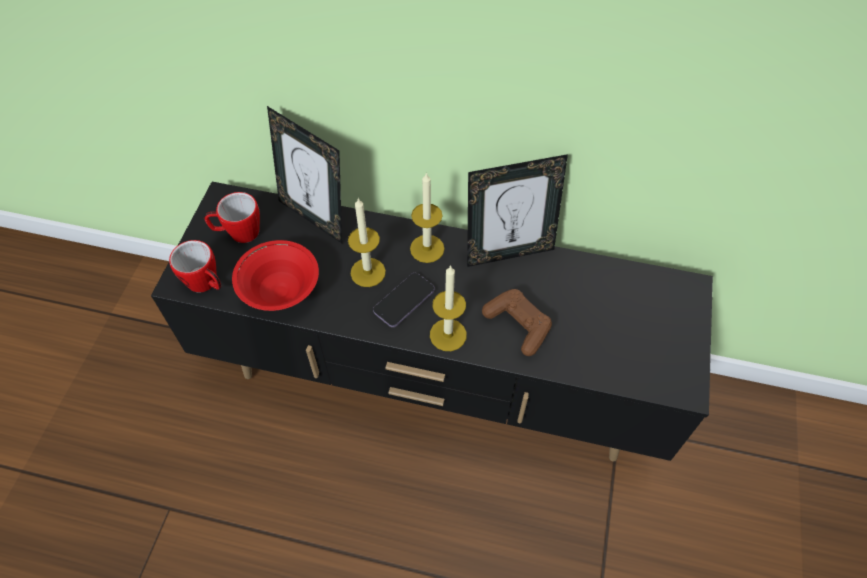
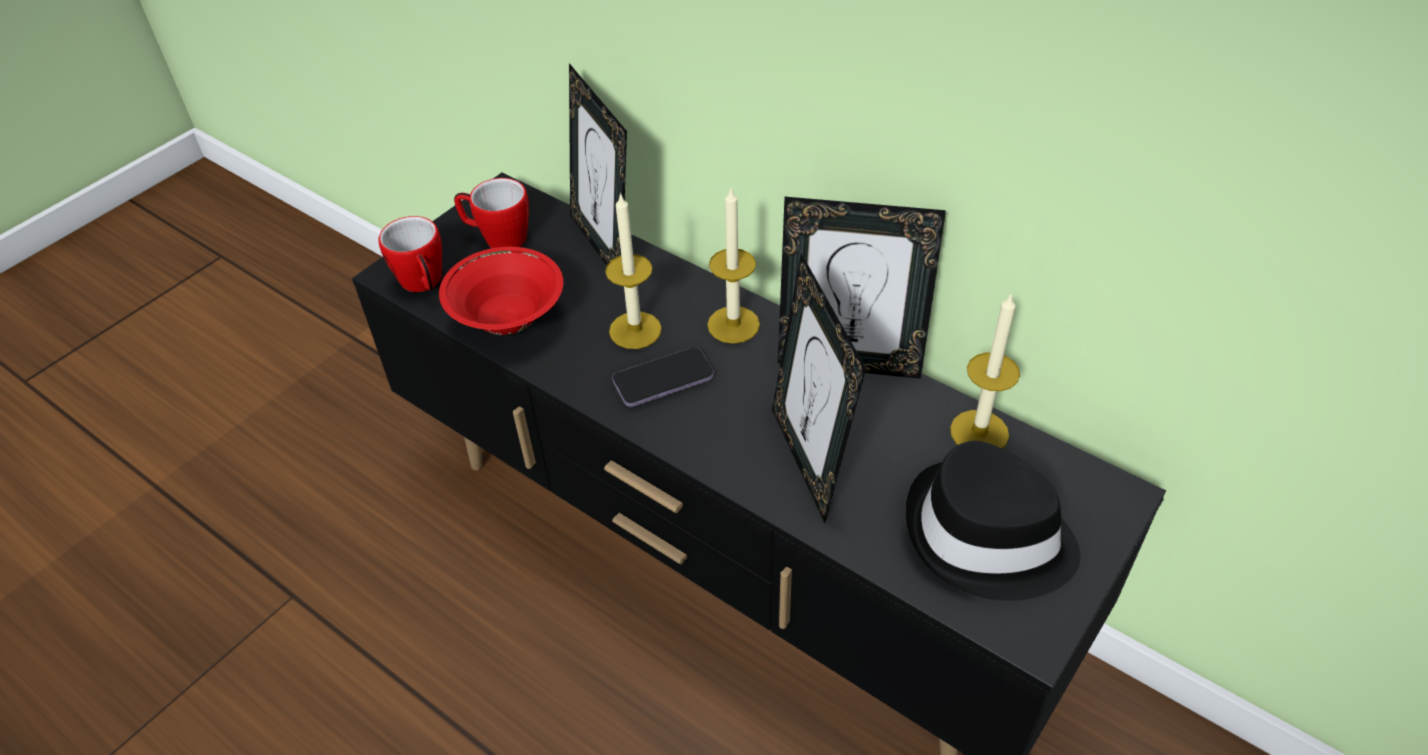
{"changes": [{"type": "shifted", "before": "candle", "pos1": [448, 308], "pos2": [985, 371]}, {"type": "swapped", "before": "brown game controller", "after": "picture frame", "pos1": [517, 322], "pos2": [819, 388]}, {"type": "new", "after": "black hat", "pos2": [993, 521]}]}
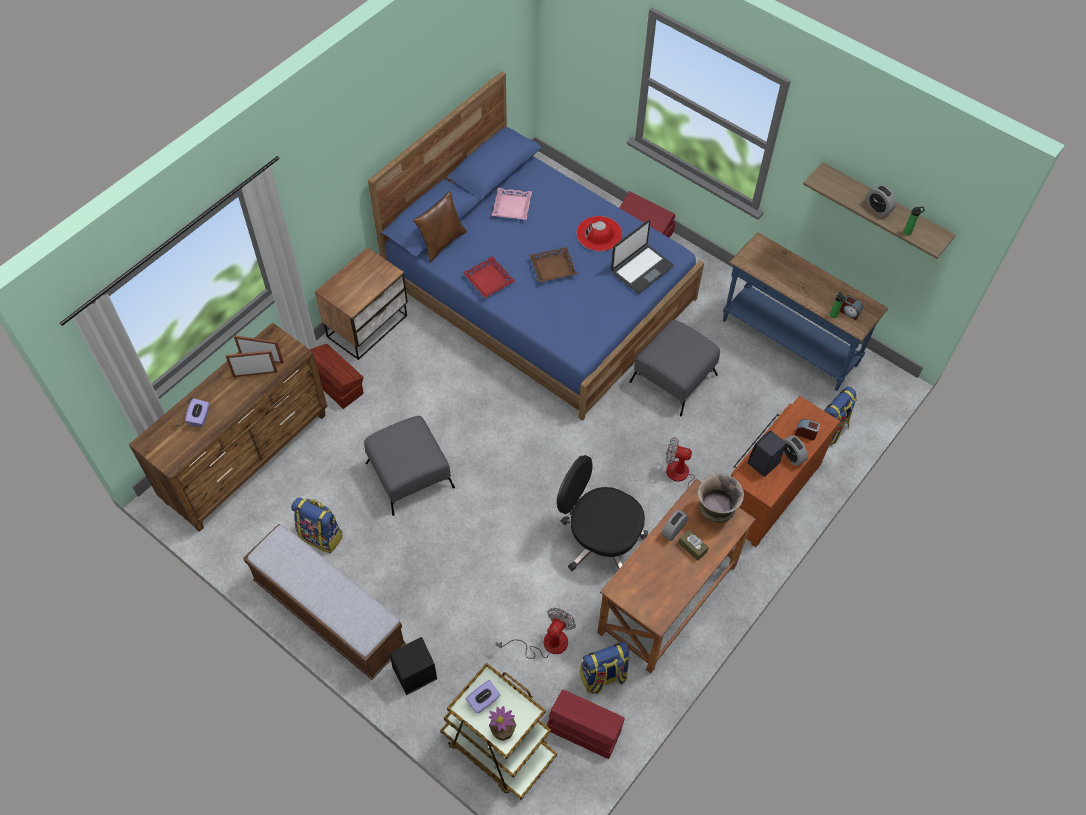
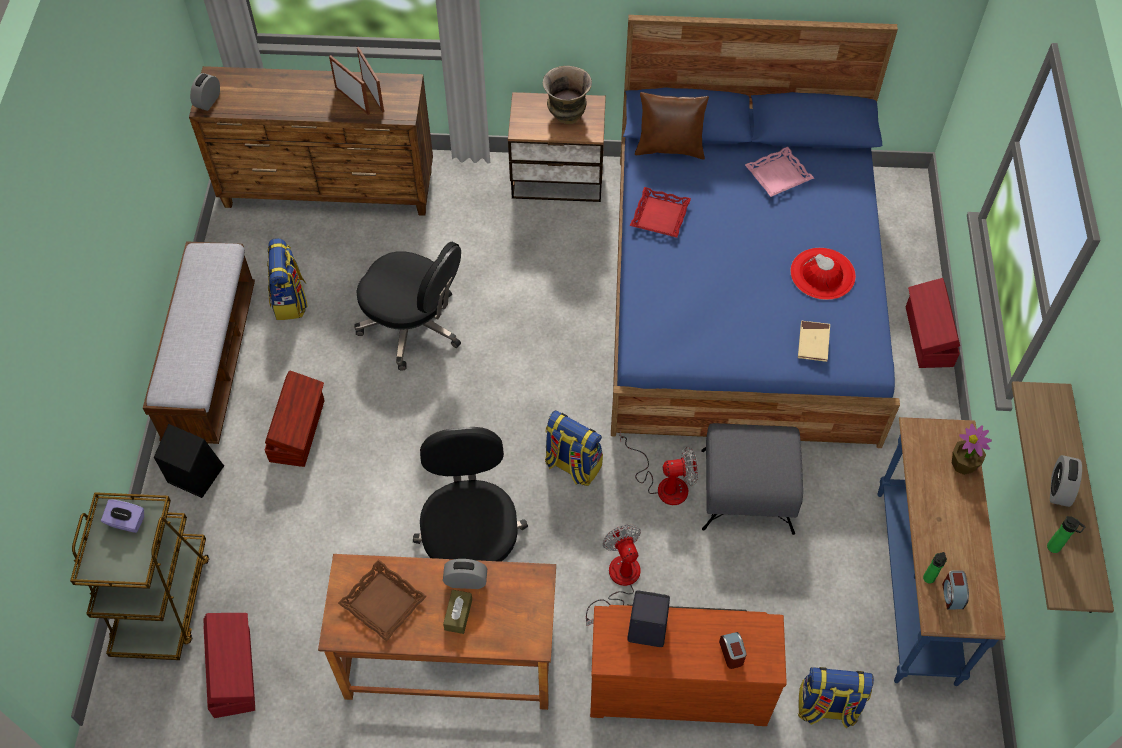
{"changes": [{"type": "swapped", "before": "laptop", "after": "beige book", "pos1": [642, 256], "pos2": [814, 341]}, {"type": "shifted", "before": "brown tray", "pos1": [553, 264], "pos2": [382, 600]}, {"type": "shifted", "before": "brown storage box", "pos1": [337, 376], "pos2": [295, 418]}, {"type": "gone", "before": "purple tissue box", "pos1": [197, 412]}, {"type": "swapped", "before": "grey ottoman", "after": "black office chair", "pos1": [409, 466], "pos2": [407, 306]}, {"type": "shifted", "before": "alarm clock", "pos1": [795, 450], "pos2": [205, 92]}, {"type": "shifted", "before": "vase", "pos1": [721, 498], "pos2": [567, 95]}, {"type": "shifted", "before": "fan", "pos1": [536, 633], "pos2": [659, 468]}, {"type": "shifted", "before": "backpack", "pos1": [605, 668], "pos2": [574, 448]}, {"type": "shifted", "before": "potted plant", "pos1": [502, 723], "pos2": [972, 449]}]}
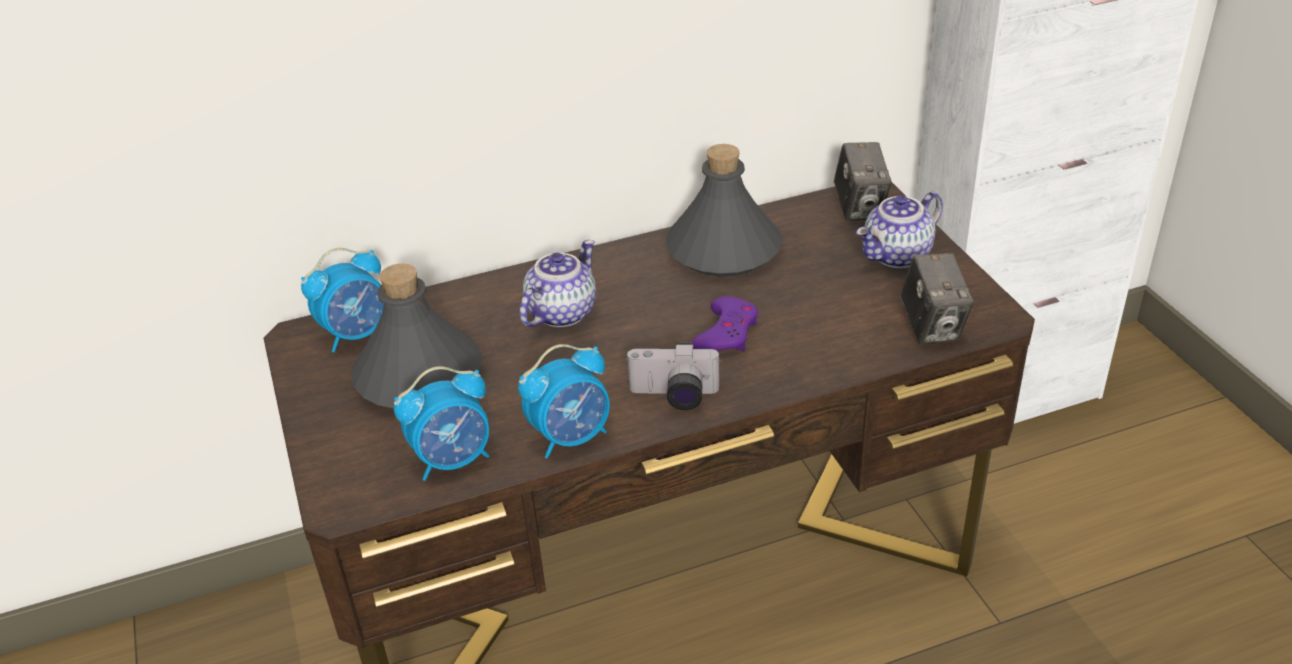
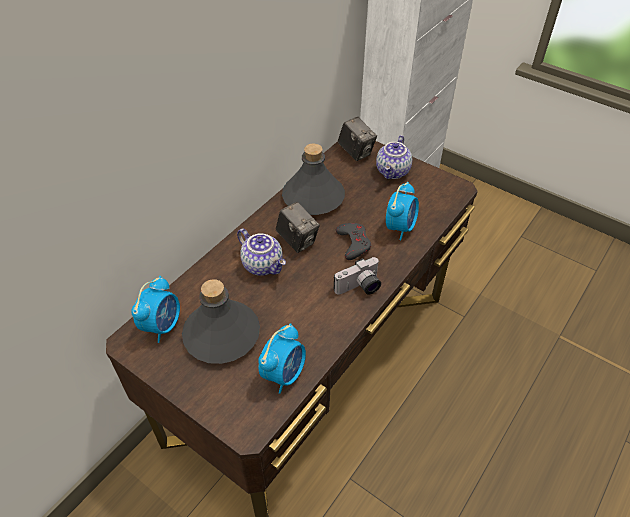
{"changes": [{"type": "rotated", "before": "teapot", "pos1": [557, 283], "pos2": [261, 252], "turn": 135}, {"type": "shifted", "before": "photo camera", "pos1": [937, 298], "pos2": [298, 227]}, {"type": "repainted", "before": "purple game controller", "after": "grey game controller", "pos1": [724, 323], "pos2": [353, 241]}, {"type": "shifted", "before": "alarm clock", "pos1": [564, 401], "pos2": [402, 211]}]}
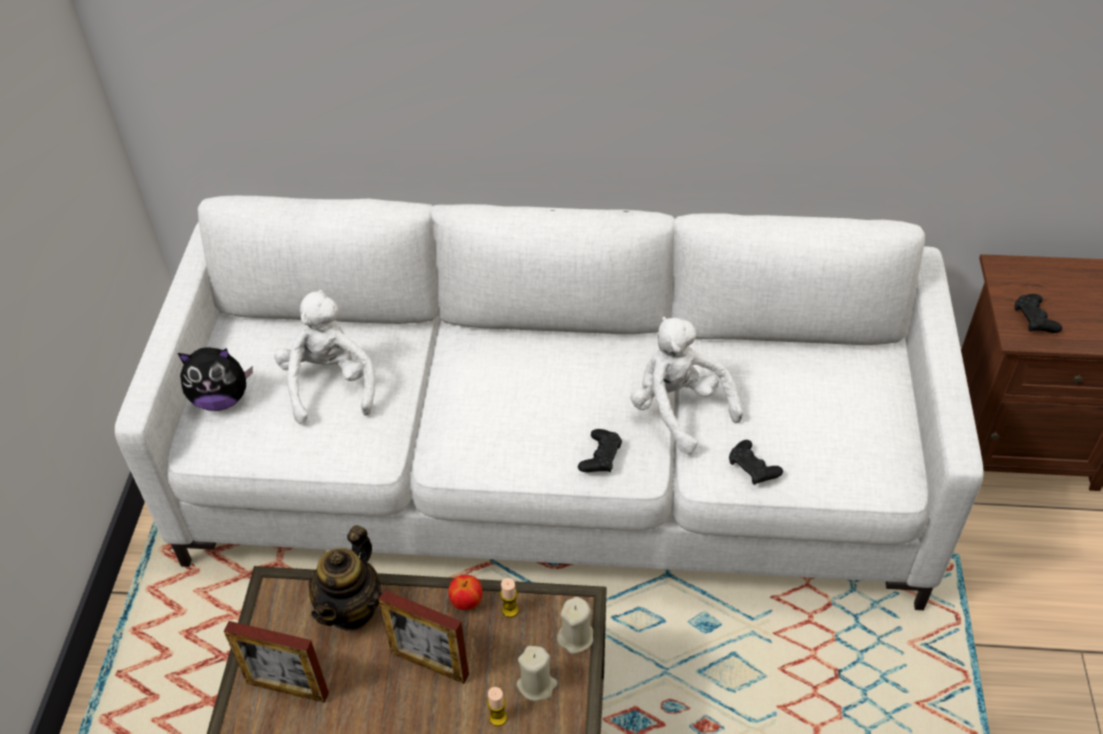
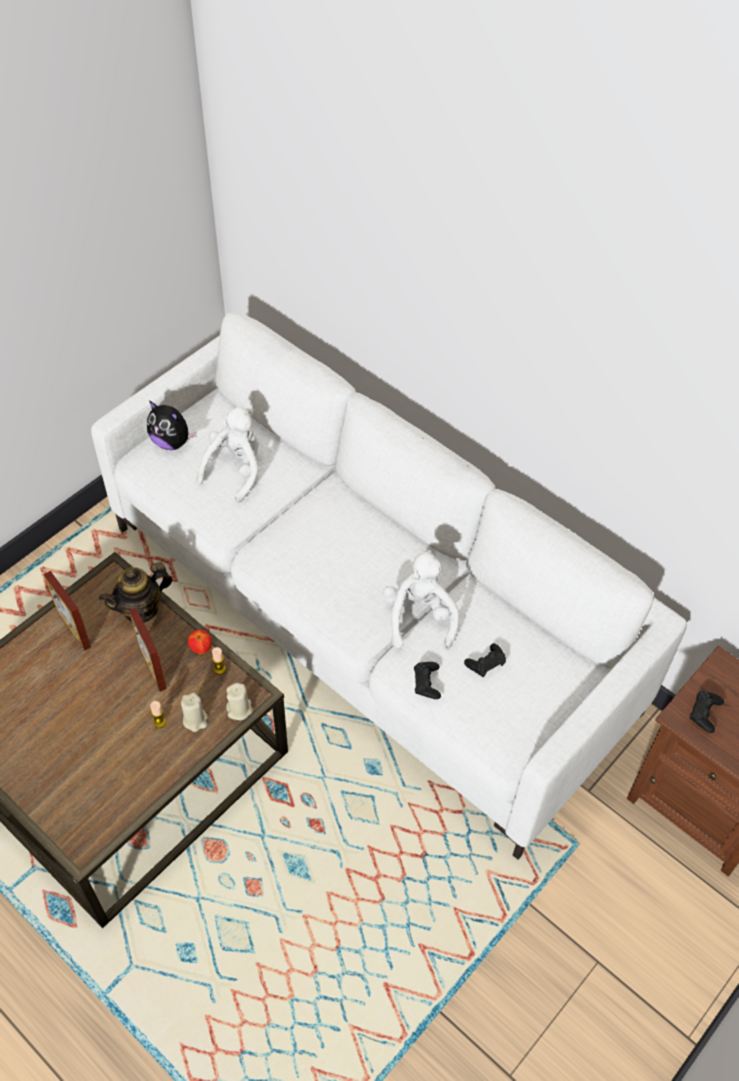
{"changes": [{"type": "shifted", "before": "black game controller", "pos1": [600, 450], "pos2": [485, 660]}]}
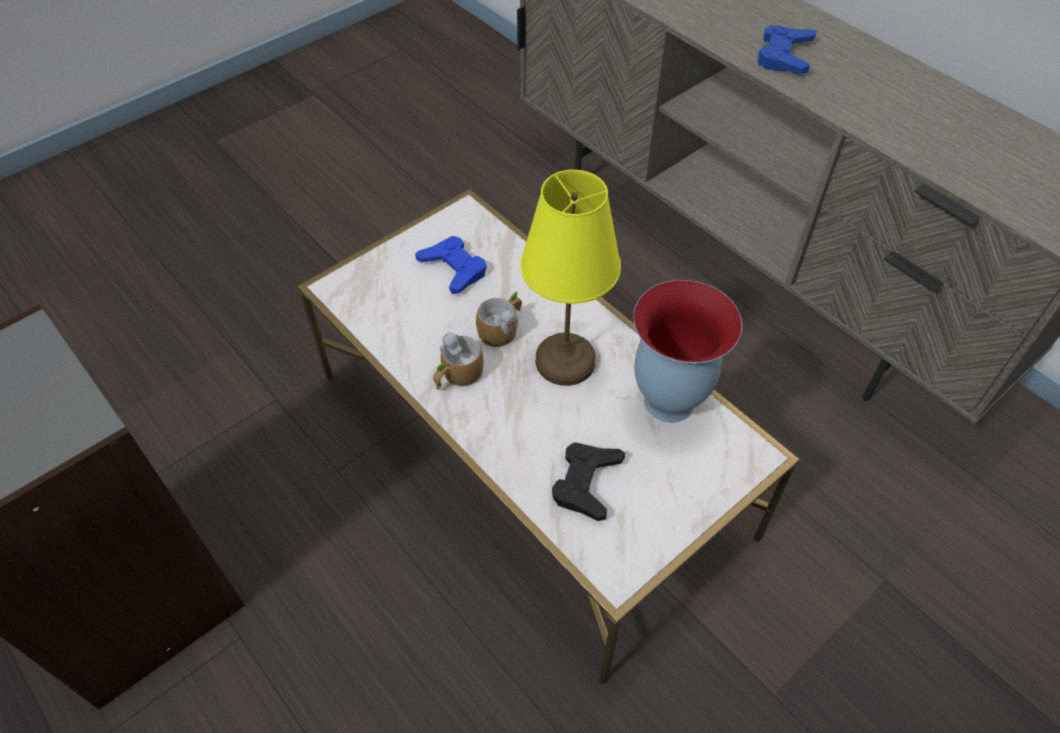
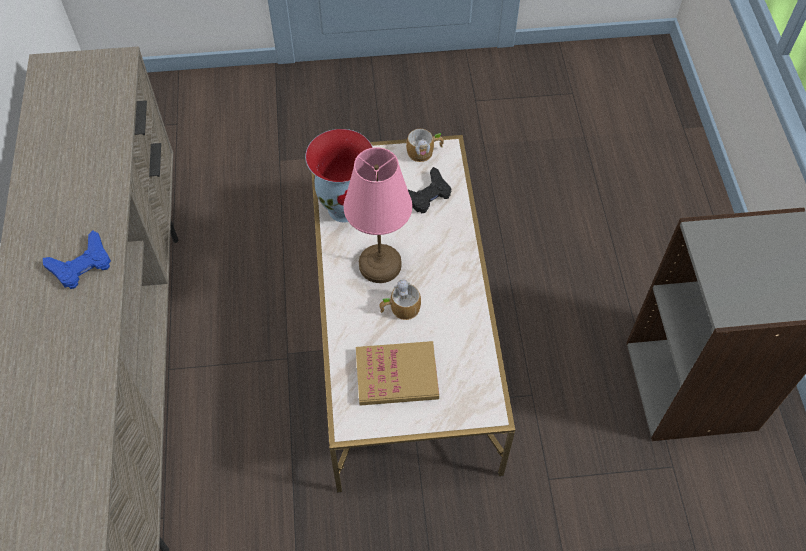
{"changes": [{"type": "repainted", "before": "yellow table lamp", "after": "pink table lamp", "pos1": [570, 278], "pos2": [377, 215]}, {"type": "swapped", "before": "blue game controller", "after": "book", "pos1": [450, 265], "pos2": [397, 373]}, {"type": "shifted", "before": "mug", "pos1": [458, 361], "pos2": [425, 145]}]}
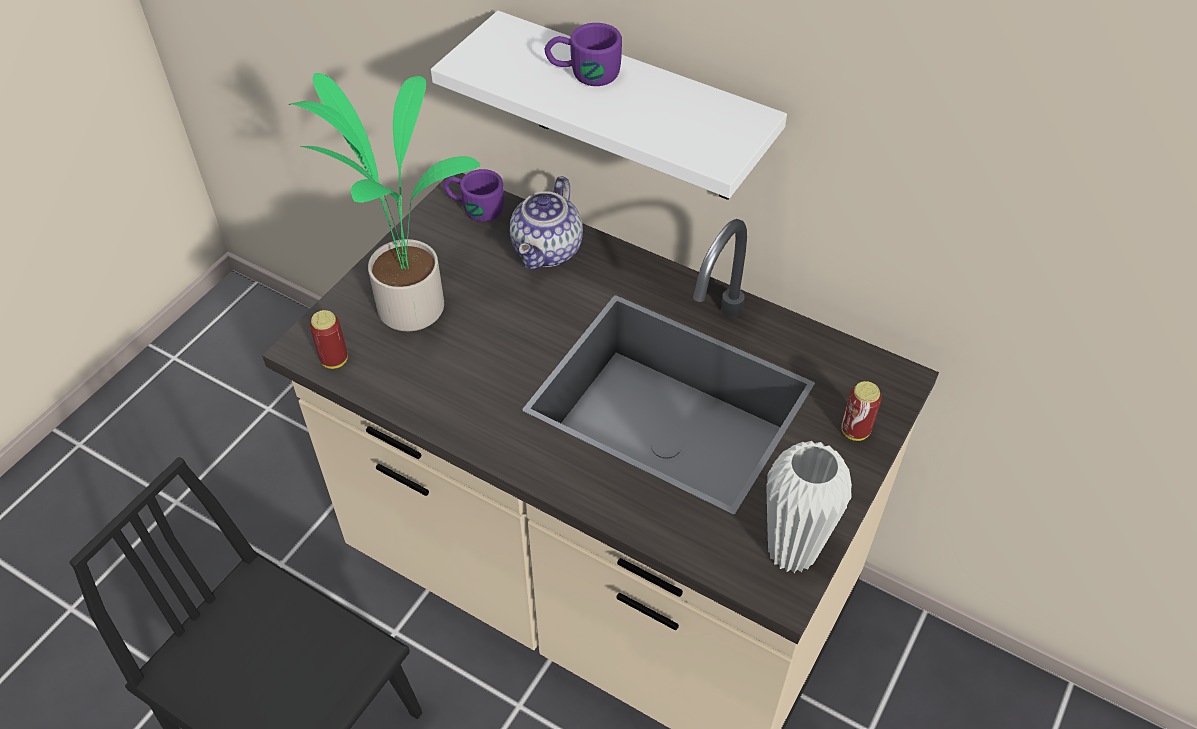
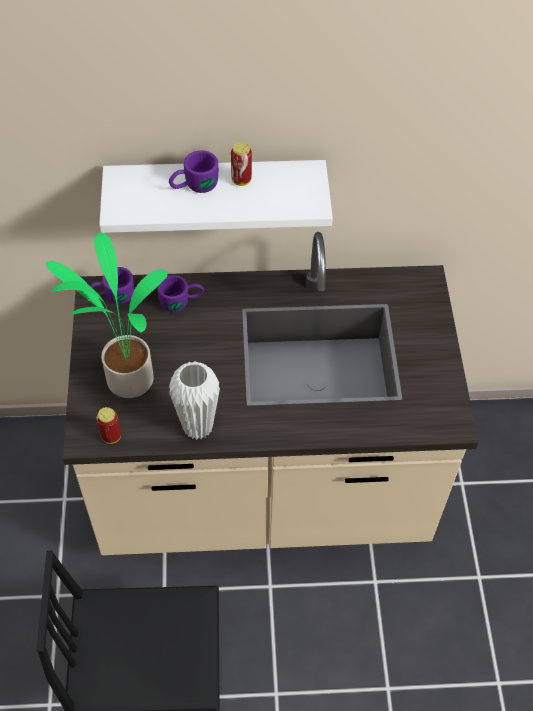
{"changes": [{"type": "swapped", "before": "teapot", "after": "purple mug", "pos1": [546, 222], "pos2": [180, 293]}, {"type": "shifted", "before": "can", "pos1": [861, 411], "pos2": [241, 164]}, {"type": "shifted", "before": "white vase", "pos1": [809, 507], "pos2": [194, 400]}]}
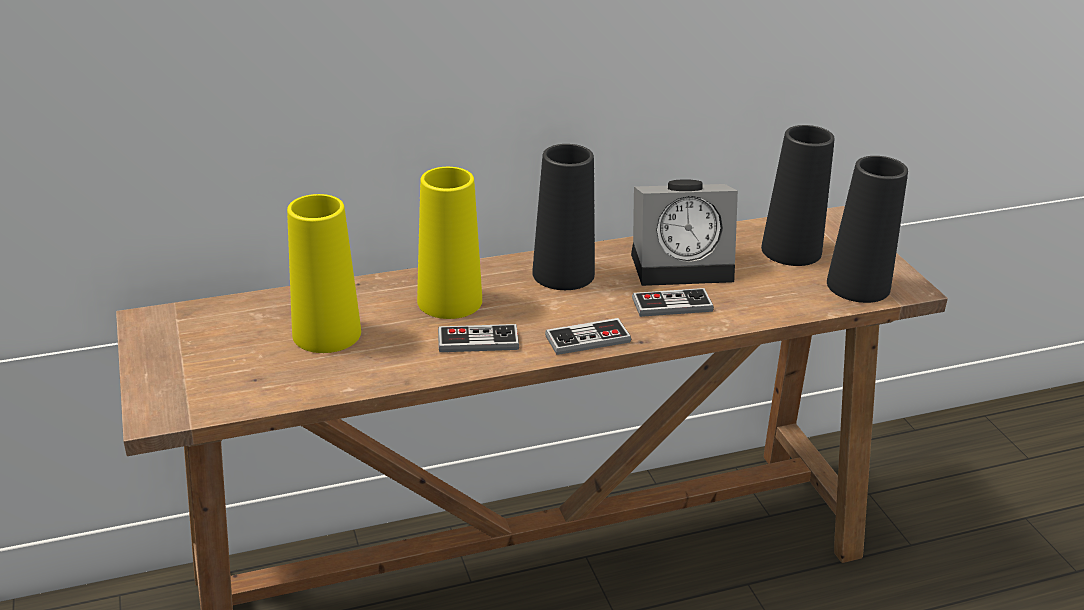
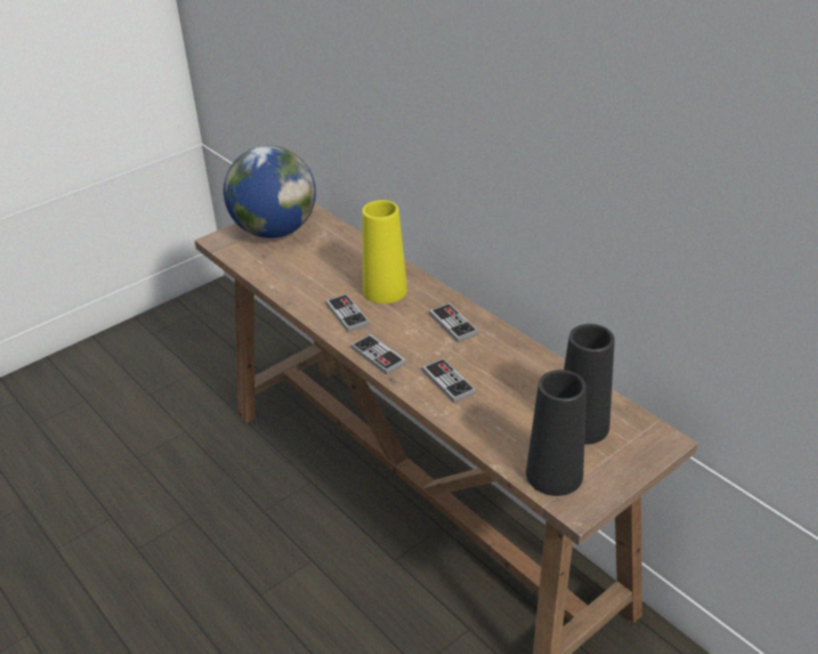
{"changes": [{"type": "swapped", "before": "black vase", "after": "game controller", "pos1": [563, 217], "pos2": [453, 322]}, {"type": "gone", "before": "alarm clock", "pos1": [684, 232]}, {"type": "gone", "before": "yellow vase", "pos1": [324, 273]}, {"type": "new", "after": "globe", "pos2": [269, 192]}]}
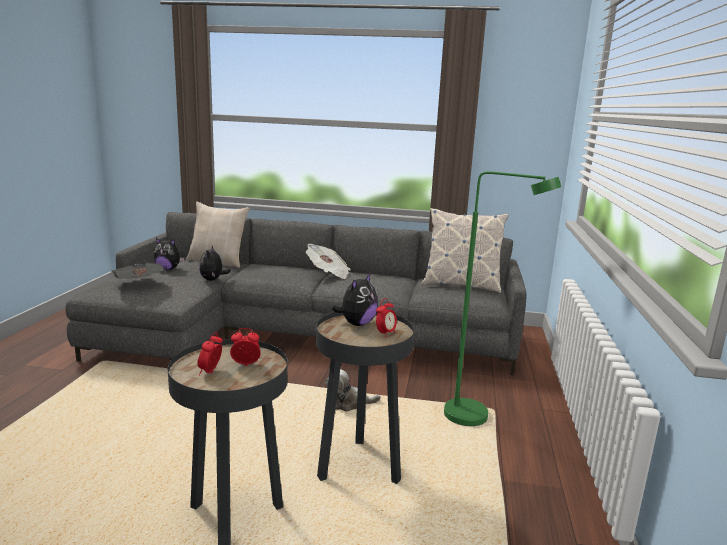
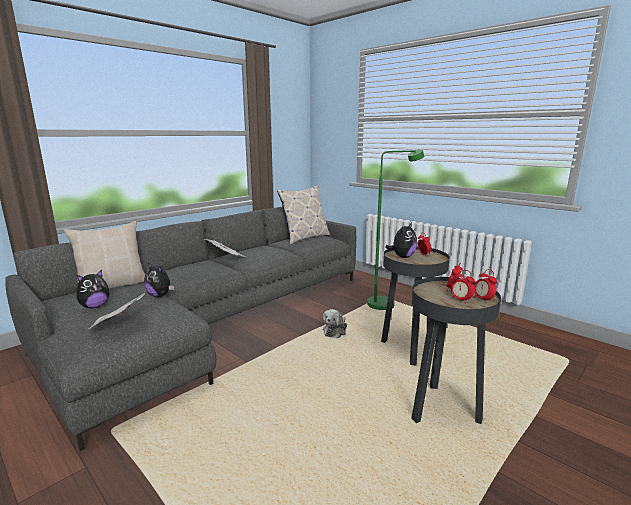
{"changes": [{"type": "rotated", "before": "plush toy", "pos1": [355, 299], "pos2": [401, 240], "turn": 60}, {"type": "new", "after": "alarm clock", "pos2": [486, 284]}]}
